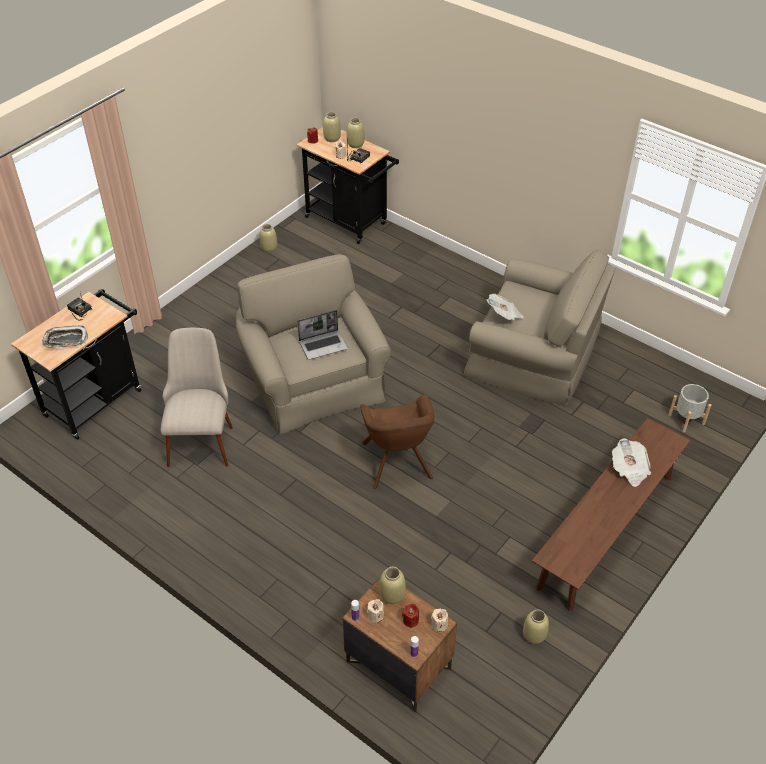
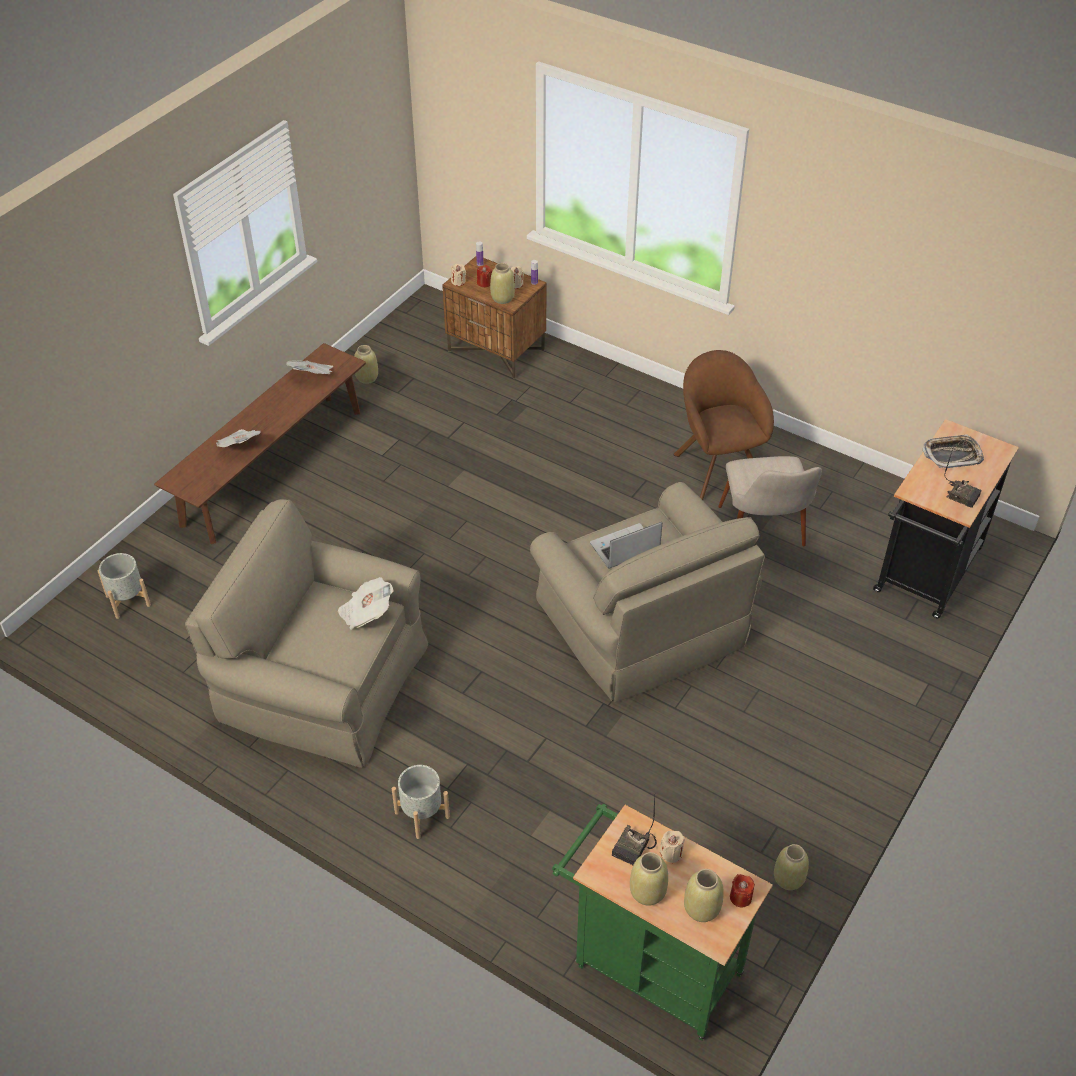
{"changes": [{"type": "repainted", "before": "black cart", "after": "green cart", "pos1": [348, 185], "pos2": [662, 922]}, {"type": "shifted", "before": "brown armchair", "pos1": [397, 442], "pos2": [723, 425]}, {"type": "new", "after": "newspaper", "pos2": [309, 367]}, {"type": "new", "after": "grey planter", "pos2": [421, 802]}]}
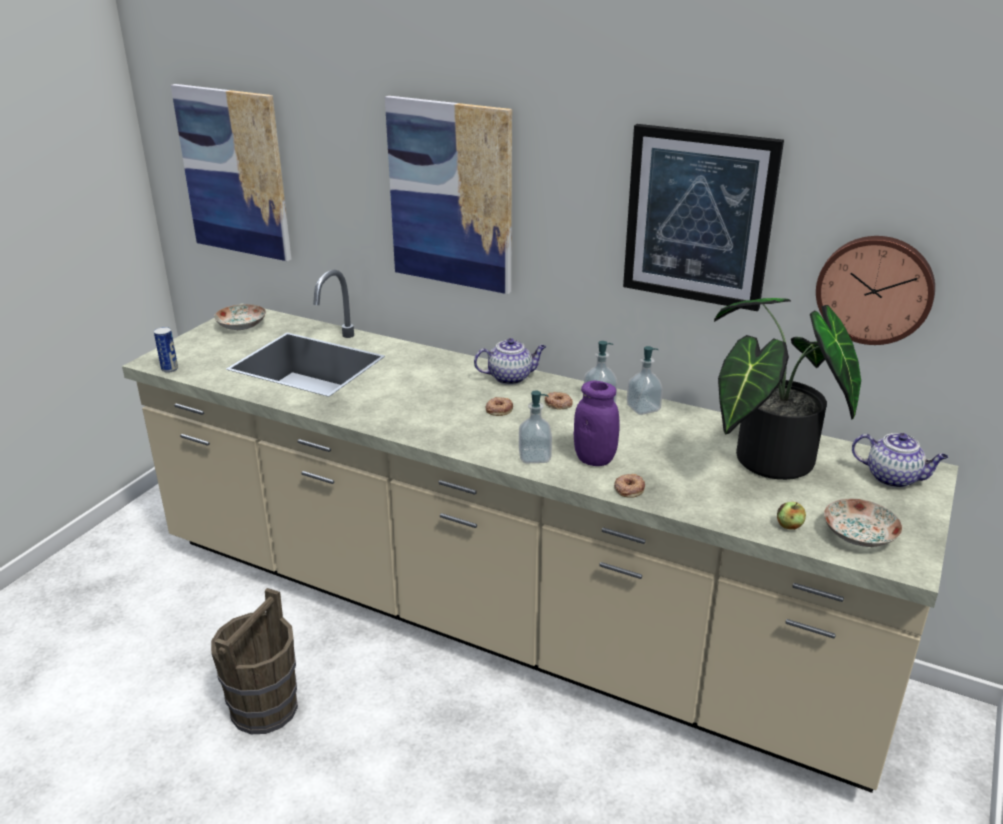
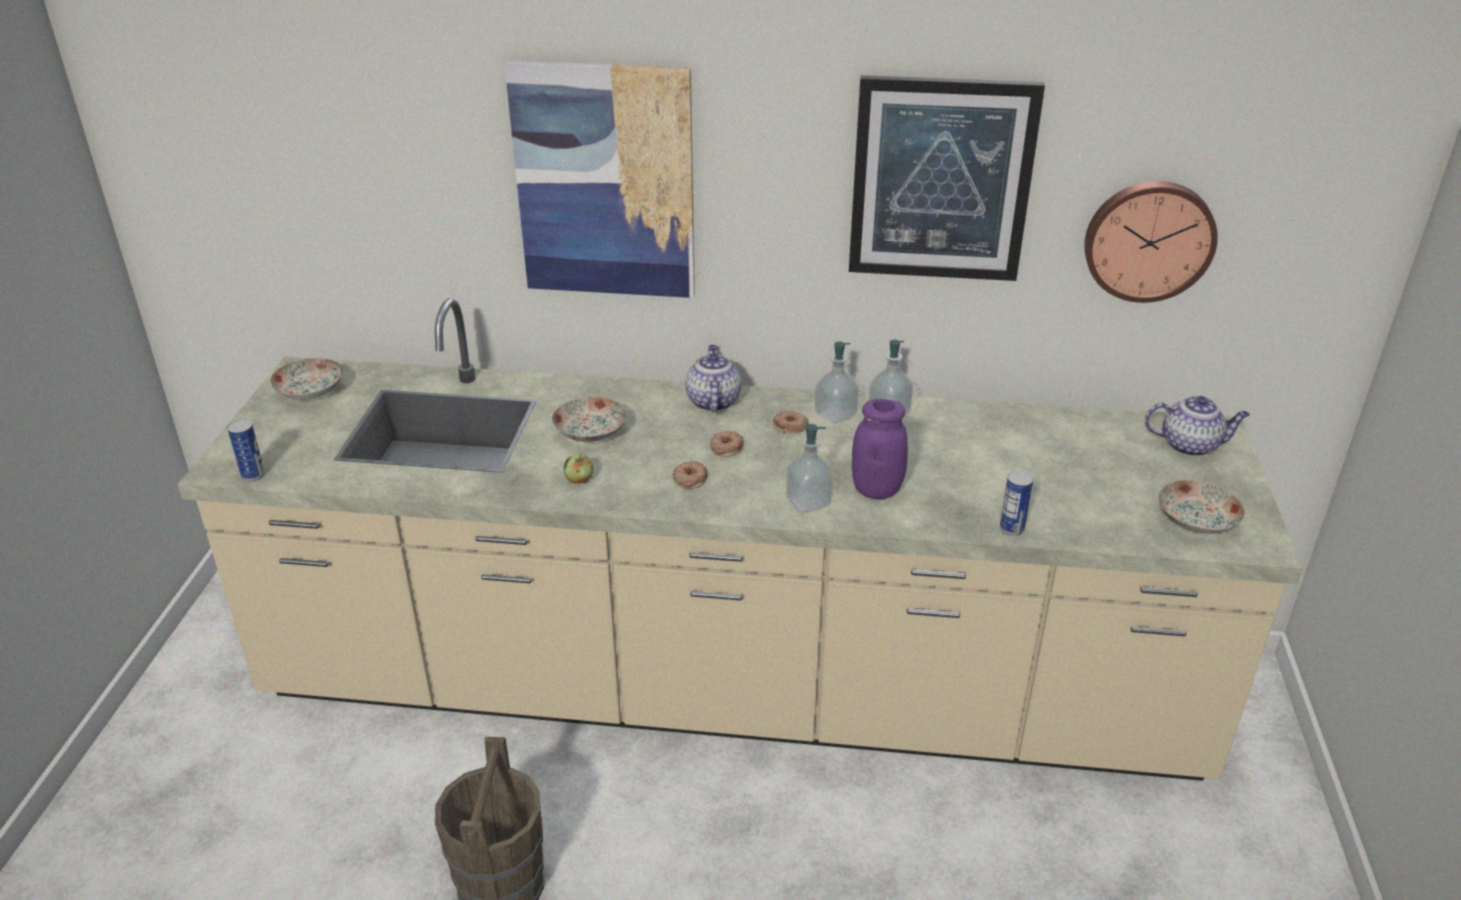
{"changes": [{"type": "gone", "before": "picture", "pos1": [231, 172]}, {"type": "gone", "before": "potted plant", "pos1": [787, 389]}, {"type": "rotated", "before": "teapot", "pos1": [510, 361], "pos2": [713, 378], "turn": -60}, {"type": "shifted", "before": "donut", "pos1": [629, 486], "pos2": [690, 474]}, {"type": "shifted", "before": "apple", "pos1": [791, 516], "pos2": [579, 469]}, {"type": "new", "after": "plate", "pos2": [589, 419]}, {"type": "new", "after": "can", "pos2": [1016, 503]}]}
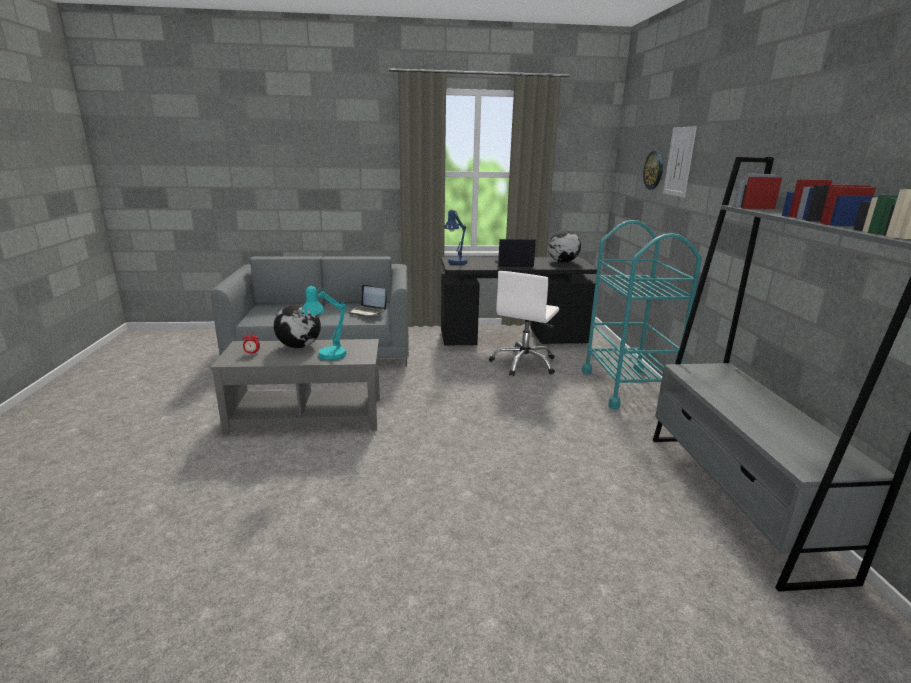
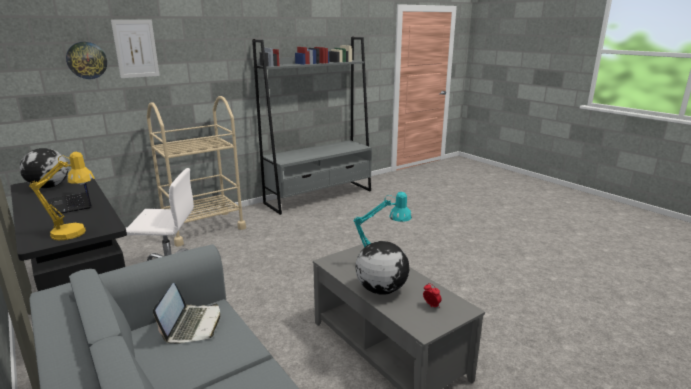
{"changes": [{"type": "repainted", "before": "blue table lamp", "after": "yellow table lamp", "pos1": [455, 237], "pos2": [62, 196]}, {"type": "repainted", "before": "turquoise cart", "after": "beige cart", "pos1": [642, 314], "pos2": [196, 171]}]}
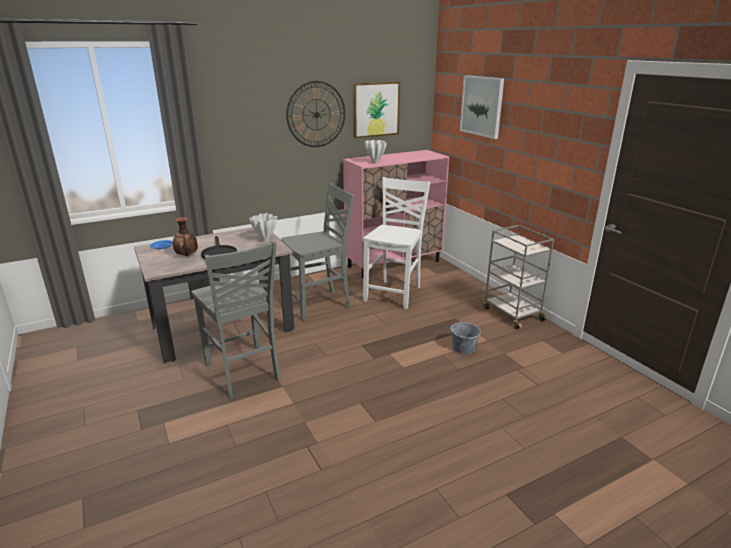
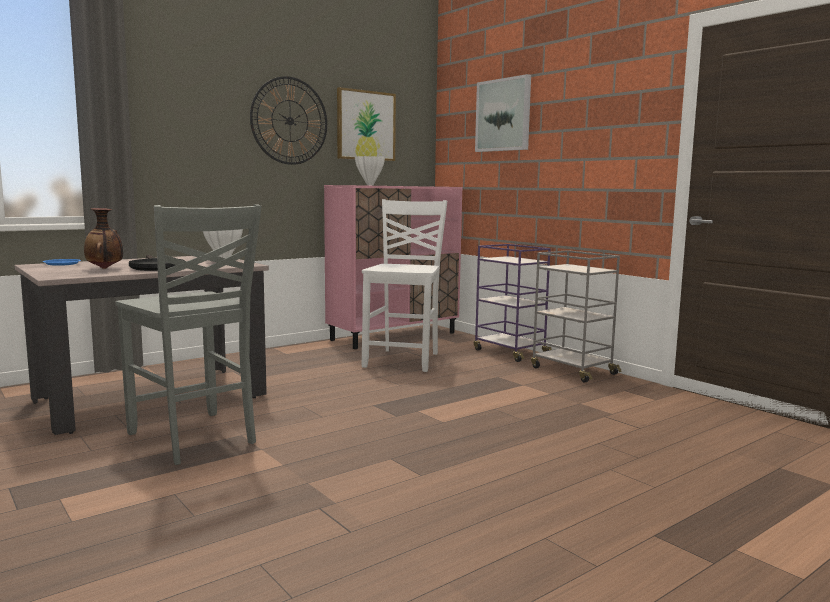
{"changes": [{"type": "gone", "before": "grey chair", "pos1": [318, 252]}, {"type": "gone", "before": "grey bucket", "pos1": [465, 335]}, {"type": "new", "after": "purple cart", "pos2": [513, 303]}]}
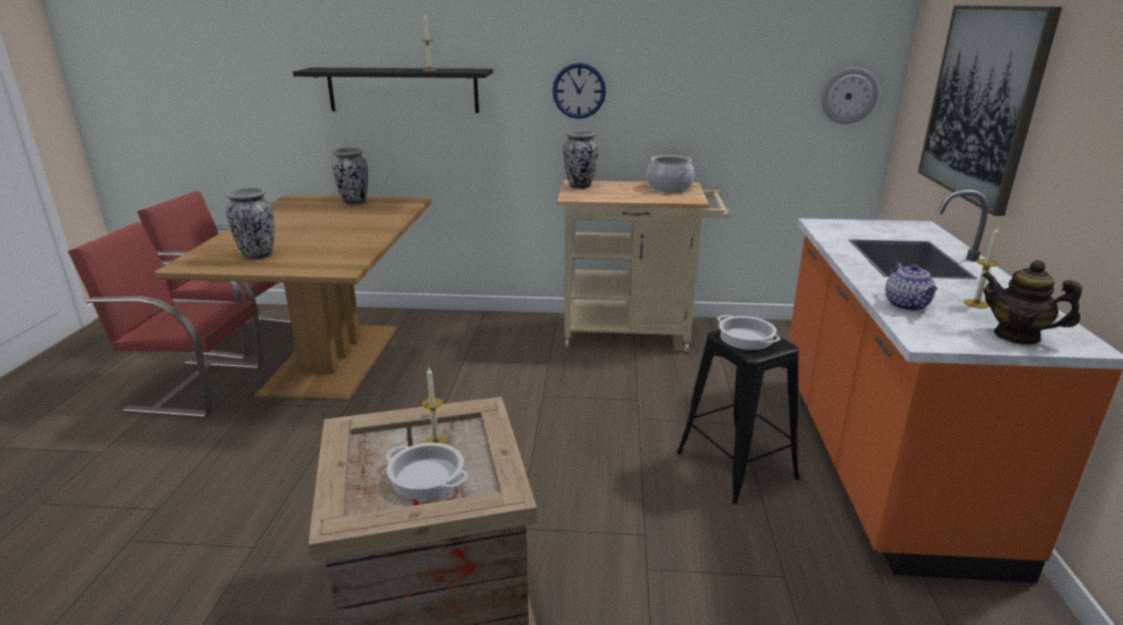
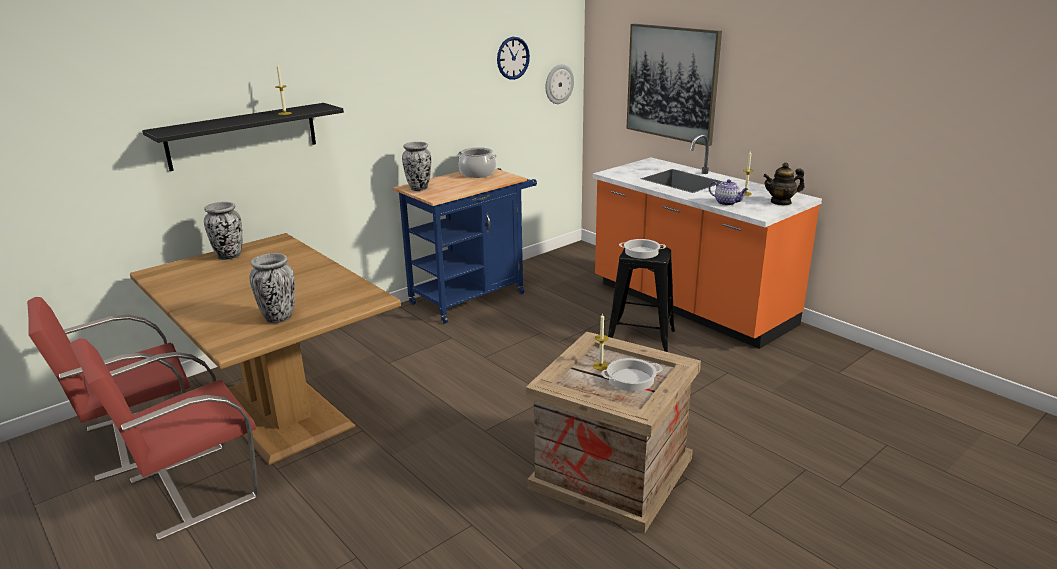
{"changes": [{"type": "shifted", "before": "wall clock", "pos1": [579, 91], "pos2": [513, 58]}, {"type": "repainted", "before": "beige cart", "after": "blue cart", "pos1": [644, 266], "pos2": [465, 246]}]}
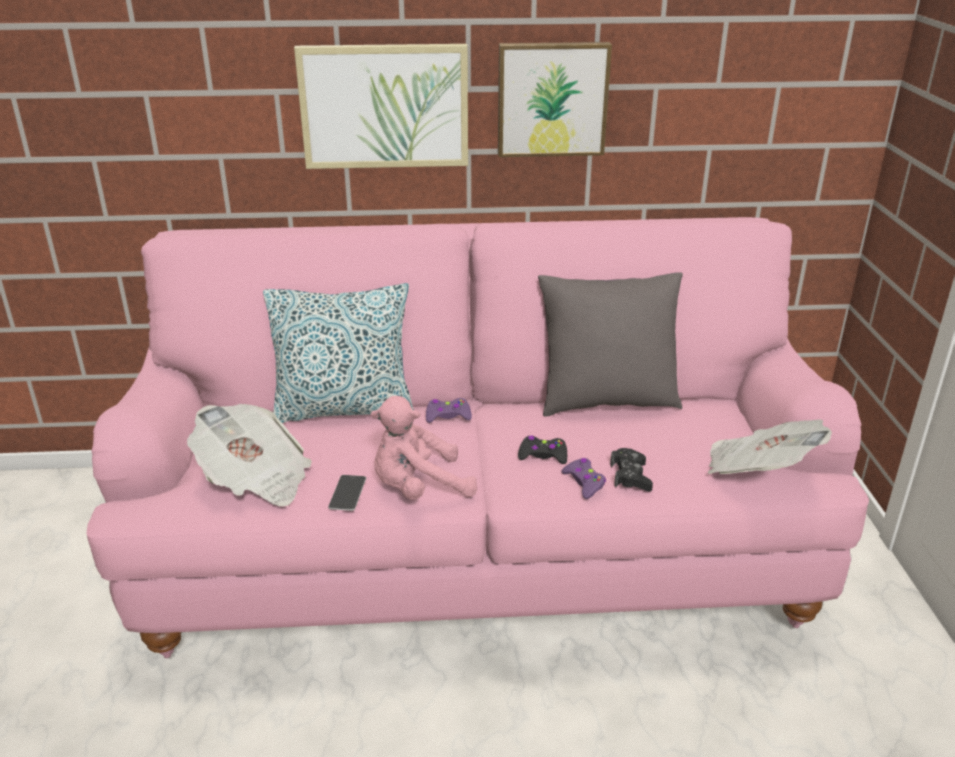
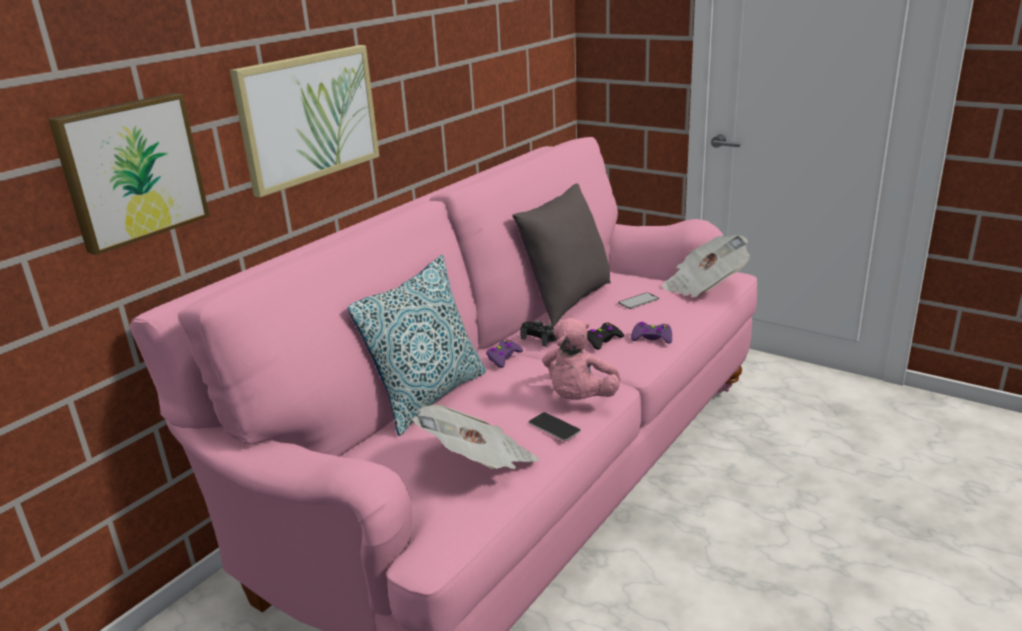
{"changes": [{"type": "shifted", "before": "picture", "pos1": [555, 99], "pos2": [129, 174]}, {"type": "shifted", "before": "black game controller", "pos1": [631, 469], "pos2": [538, 333]}, {"type": "new", "after": "phone", "pos2": [638, 300]}]}
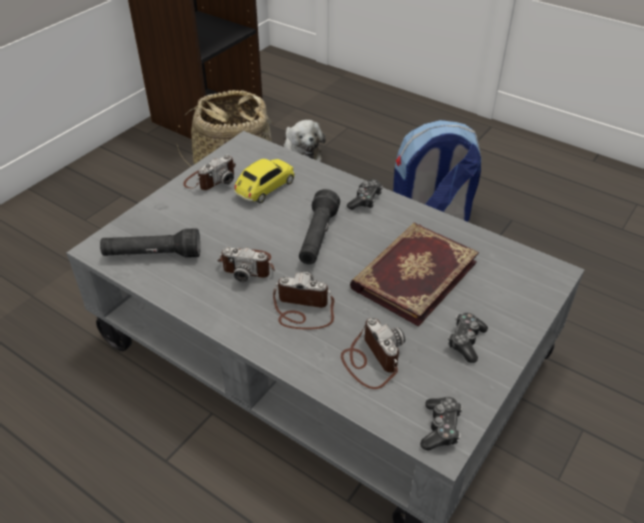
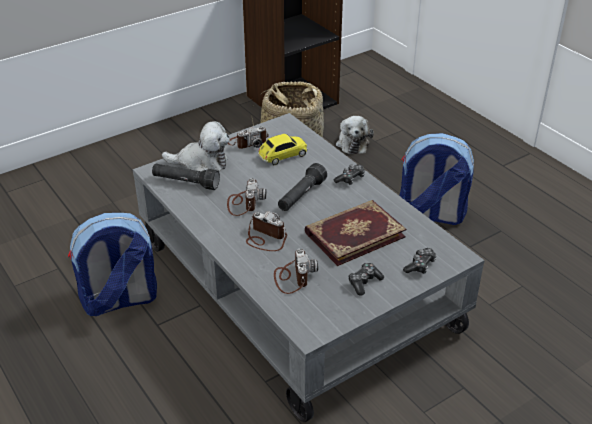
{"changes": [{"type": "rotated", "before": "photo camera", "pos1": [246, 264], "pos2": [247, 197], "turn": -120}, {"type": "shifted", "before": "game controller", "pos1": [441, 424], "pos2": [419, 261]}, {"type": "new", "after": "plush toy", "pos2": [196, 146]}, {"type": "new", "after": "backpack", "pos2": [112, 264]}]}
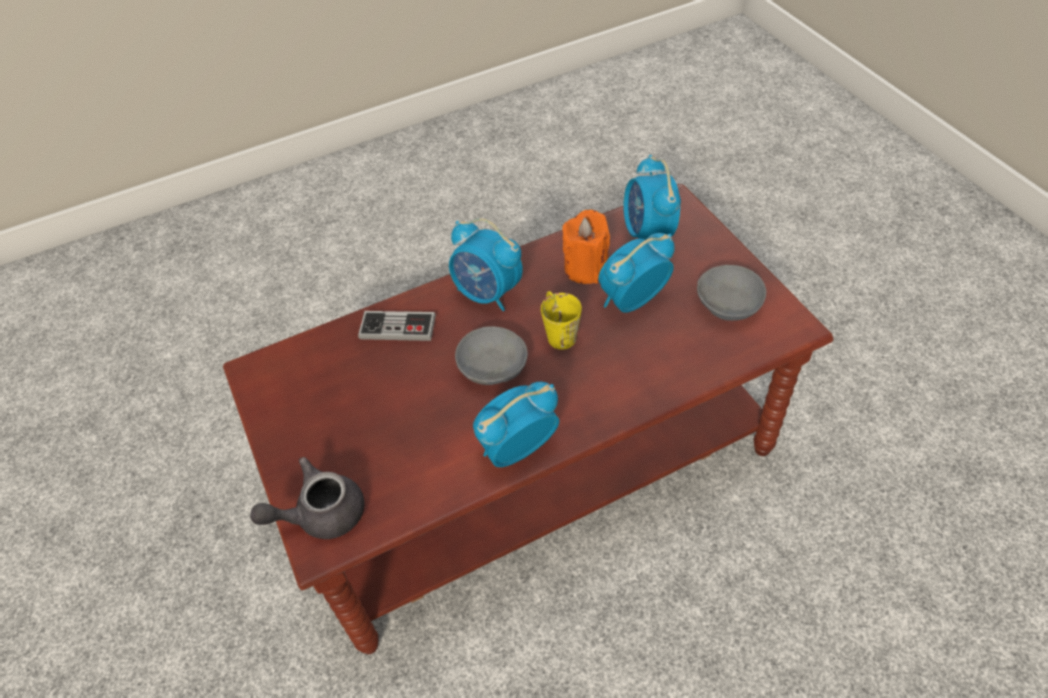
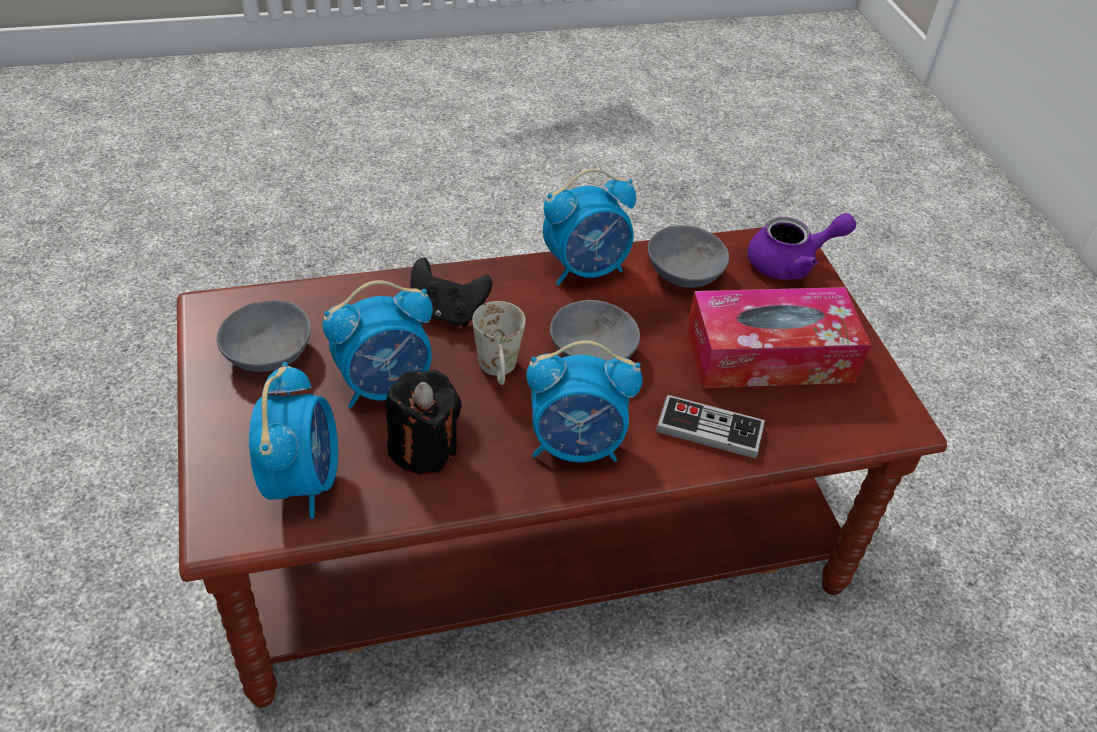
{"changes": [{"type": "repainted", "before": "orange candle", "after": "black candle", "pos1": [586, 247], "pos2": [424, 422]}, {"type": "rotated", "before": "alarm clock", "pos1": [486, 264], "pos2": [584, 401], "turn": 135}, {"type": "repainted", "before": "yellow mug", "after": "white mug", "pos1": [561, 320], "pos2": [499, 343]}, {"type": "repainted", "before": "grey teapot", "after": "purple teapot", "pos1": [307, 498], "pos2": [801, 246]}, {"type": "new", "after": "grey bowl", "pos2": [688, 256]}, {"type": "new", "after": "black game controller", "pos2": [451, 291]}, {"type": "new", "after": "tissue box", "pos2": [778, 337]}]}
